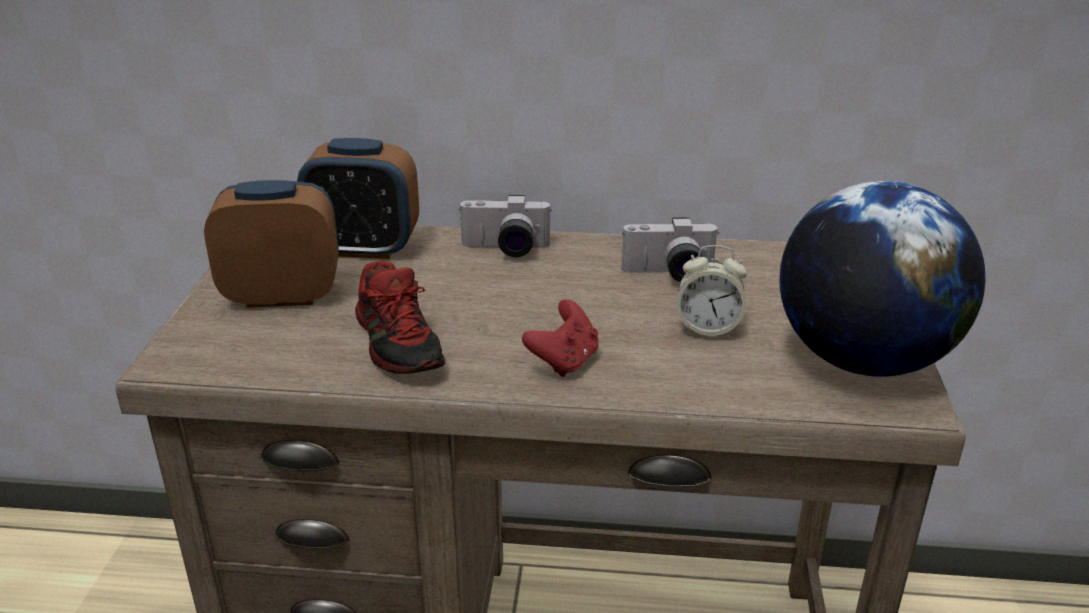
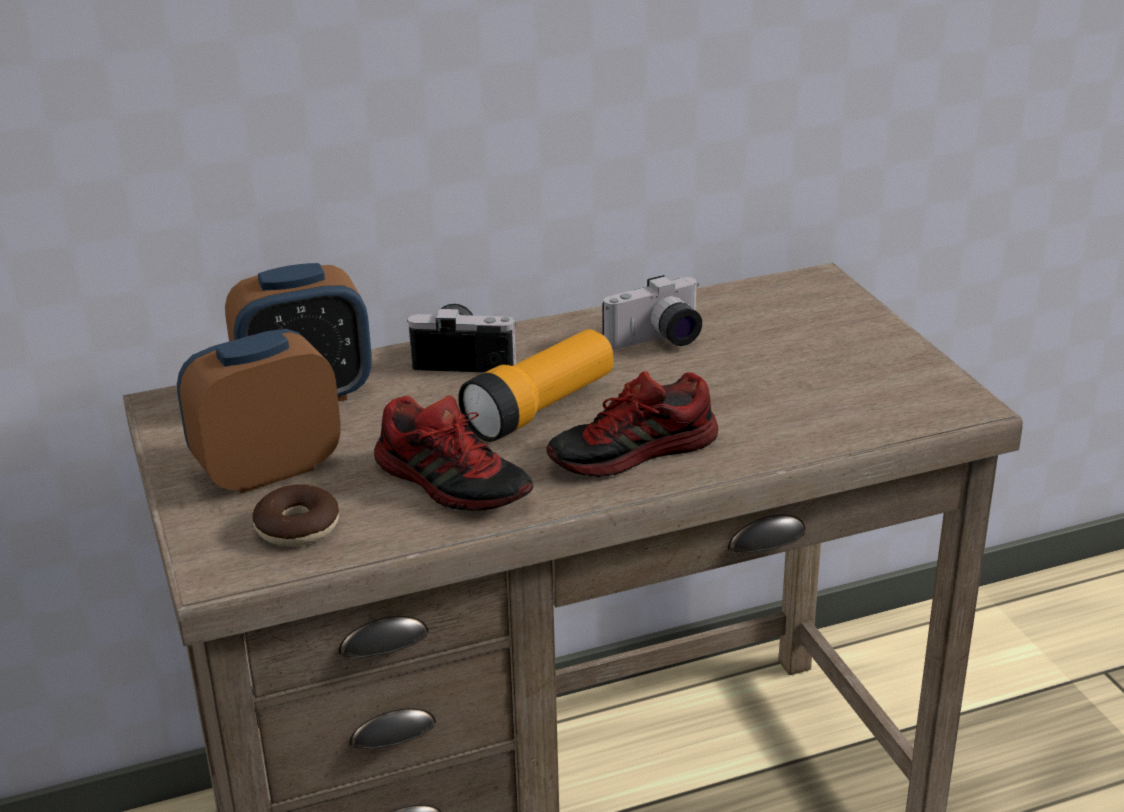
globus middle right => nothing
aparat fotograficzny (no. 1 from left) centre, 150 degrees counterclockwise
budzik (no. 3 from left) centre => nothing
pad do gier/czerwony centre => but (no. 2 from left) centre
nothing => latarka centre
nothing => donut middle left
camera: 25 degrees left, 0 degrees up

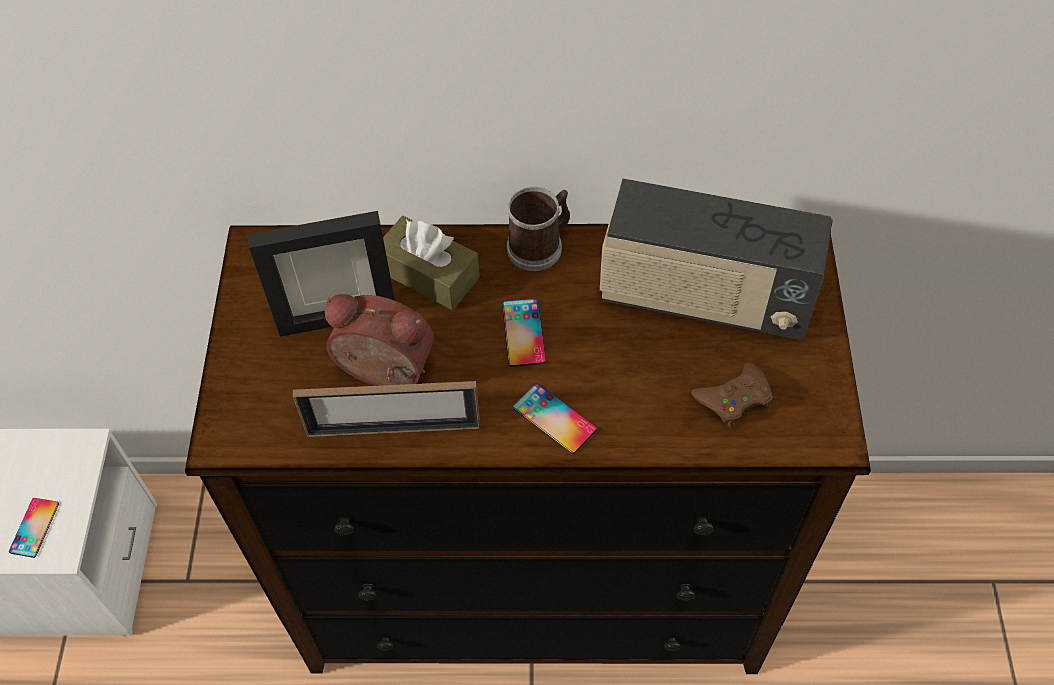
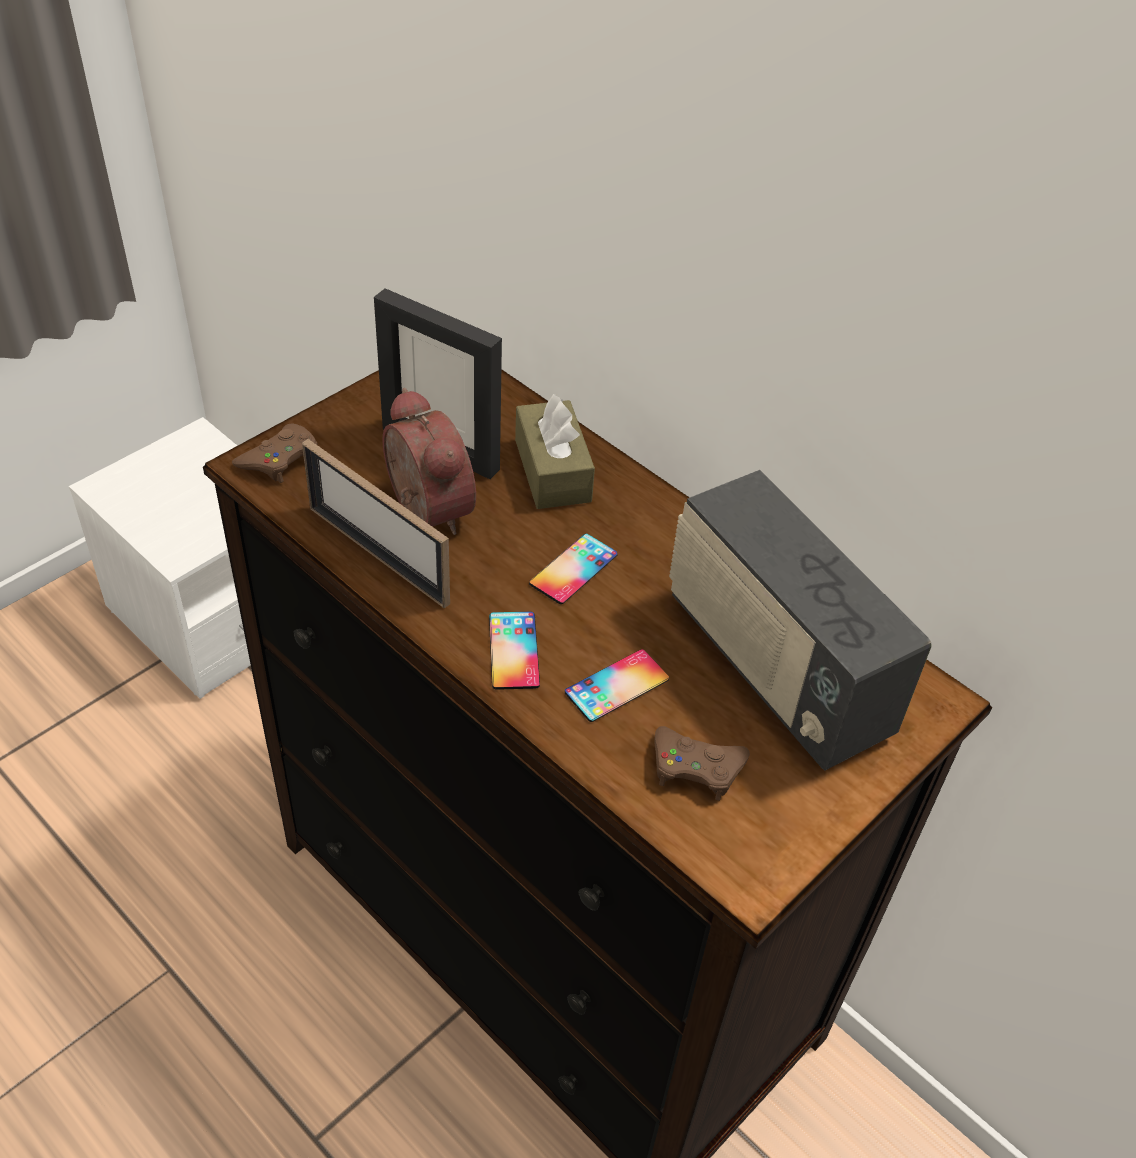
kubek centre => nothing
telefon (no. 1 from left in the first image) bottom left => telefon (no. 3 from left) centre, shifted
nothing => pad do gier/brązowy (no. 1 from left) middle left
camera: 40 degrees right, 10 degrees down

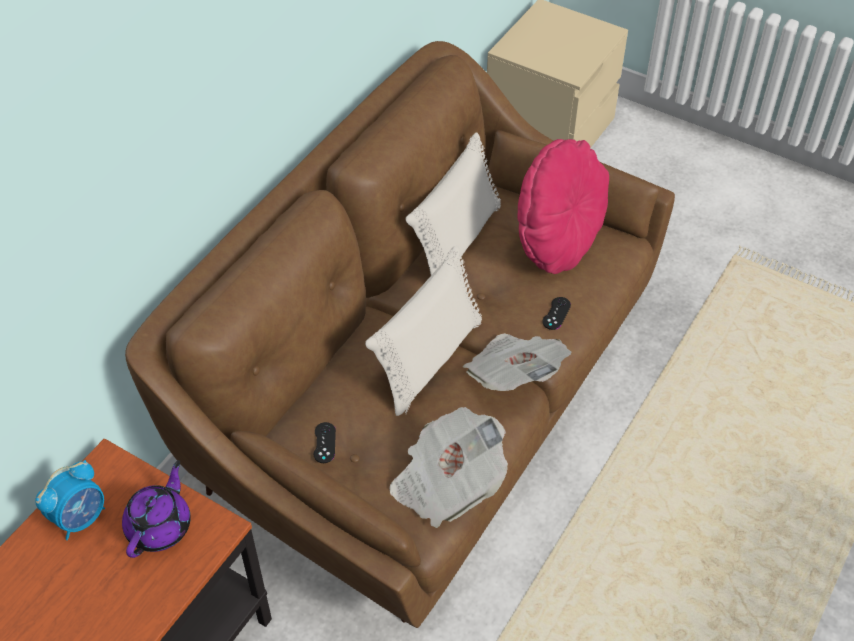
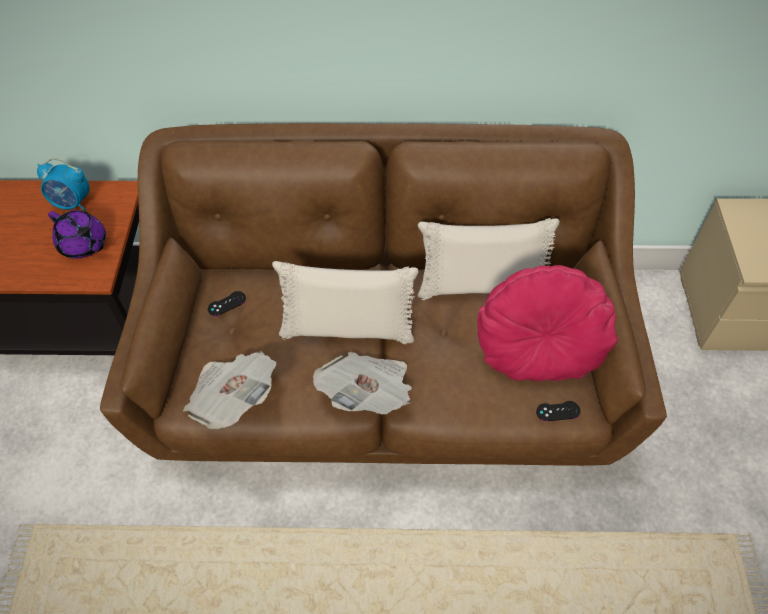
pad do gier/czarny (no. 2 from left) centre => pad do gier/czarny (no. 2 from left) bottom right, shifted
imbryk/fioletowy bottom left => imbryk/fioletowy middle left, 45 degrees clockwise
camera: 60 degrees right, 5 degrees up

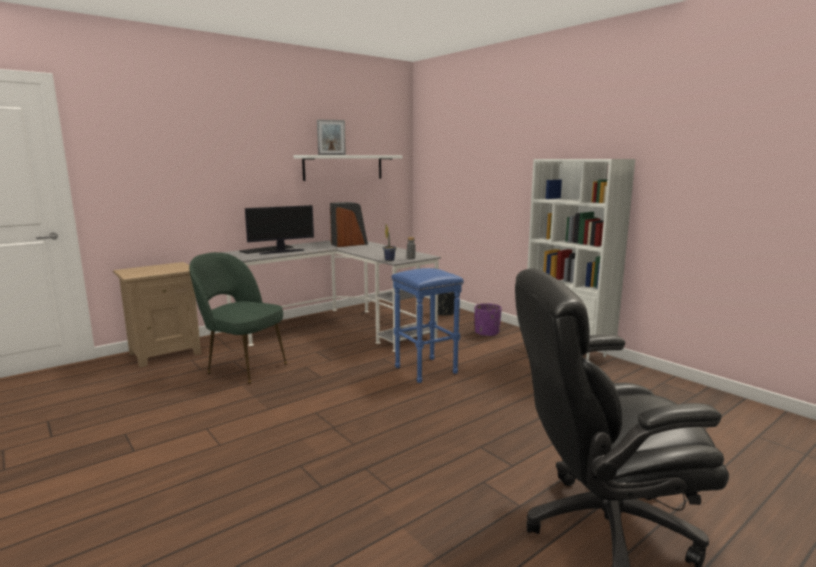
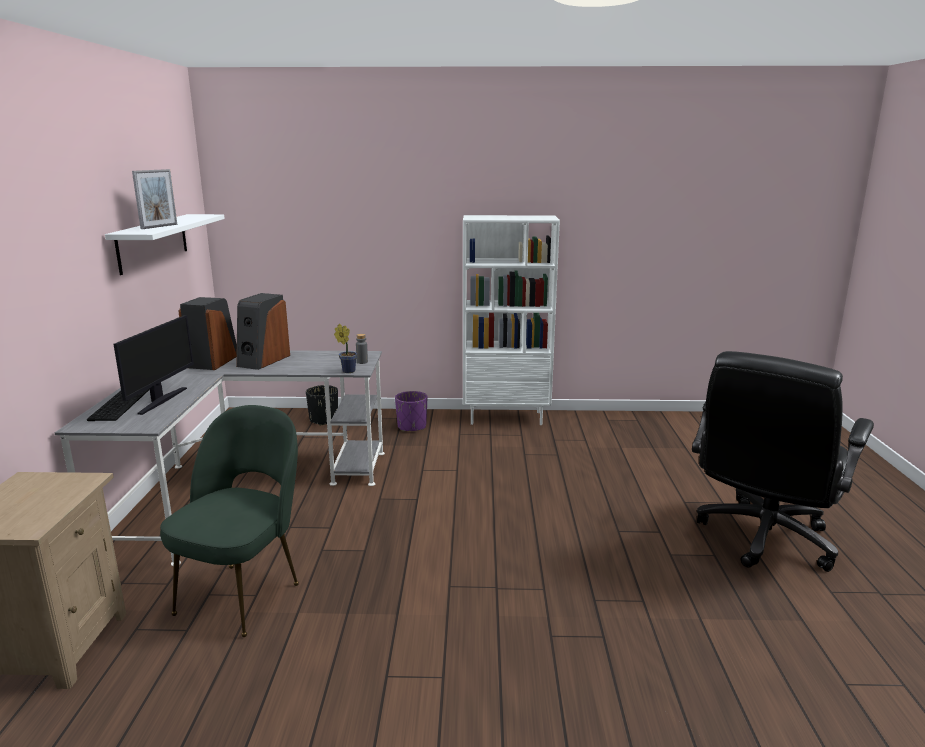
krzesło/zielony middle left => krzesło/zielony bottom left, 135 degrees clockwise
stołek/niebieski centre => nothing
nothing => głośnik (no. 2 from left) middle left
camera: 50 degrees left, 5 degrees up

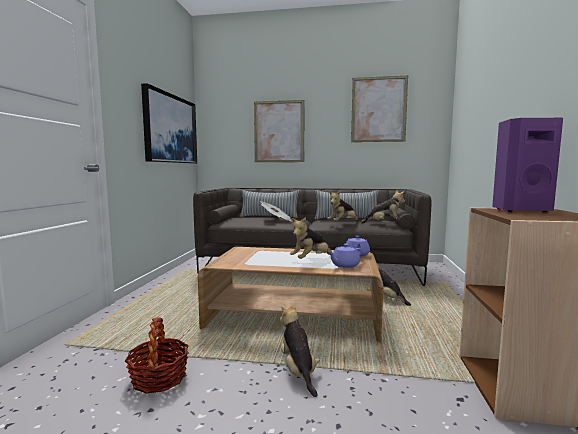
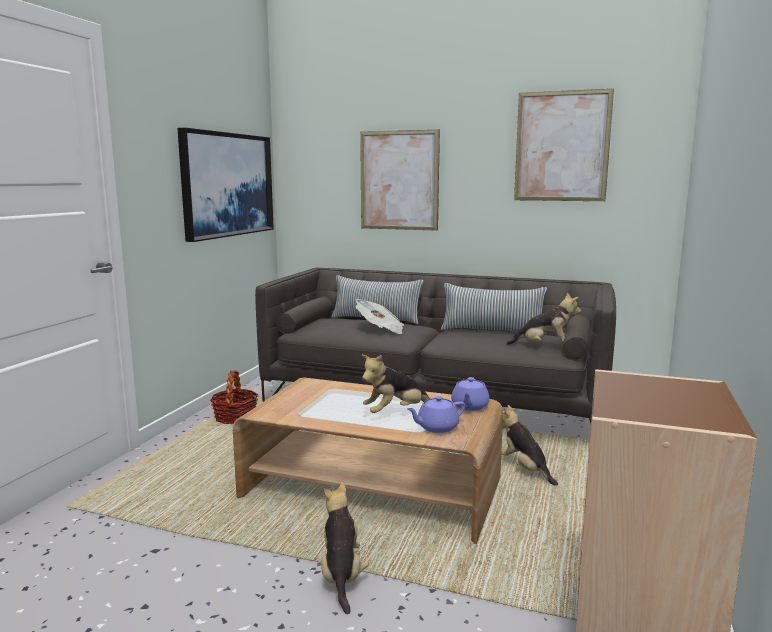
głośnik/fioletowy middle right => nothing
pluszak (no. 3 from left) centre => nothing
koszyk bottom left => koszyk middle left, shifted
camera: 10 degrees right, 5 degrees up

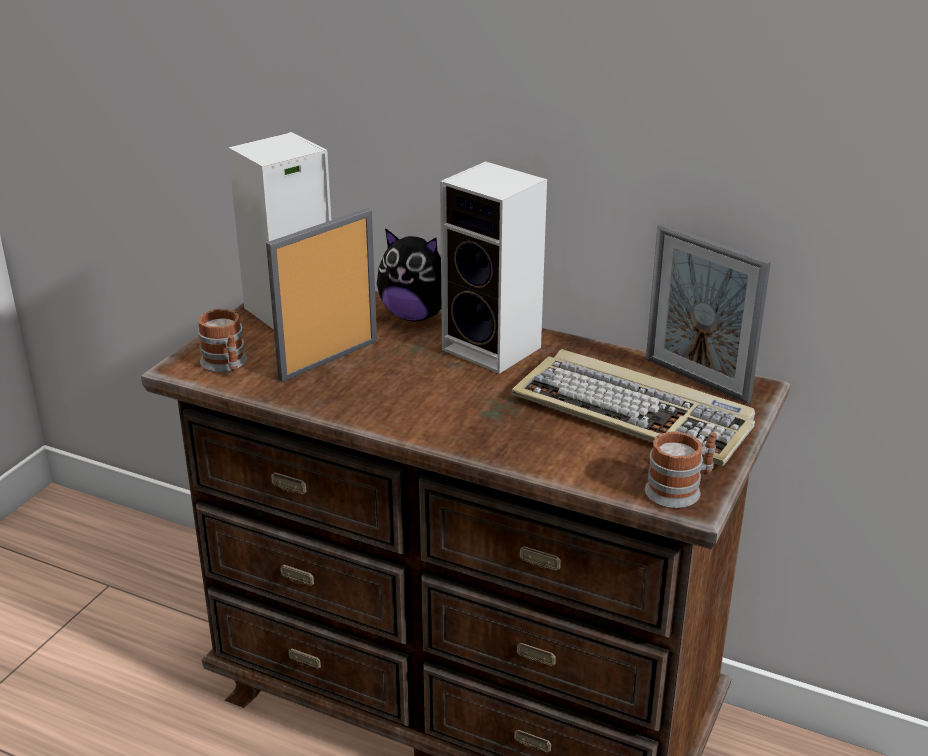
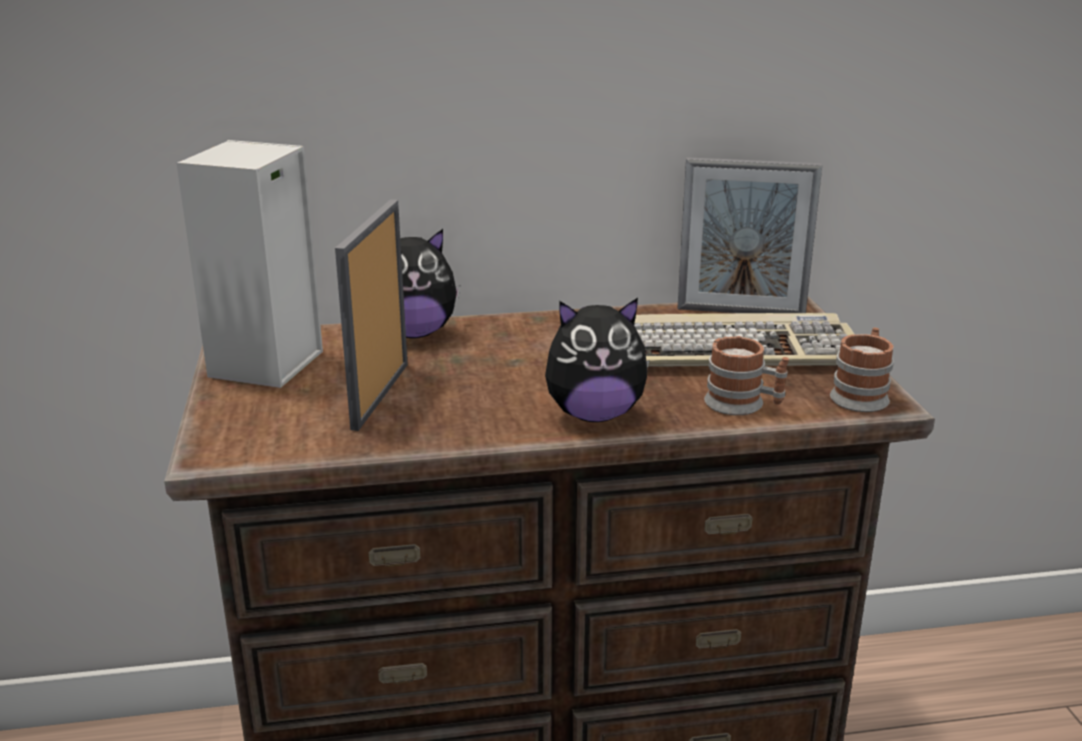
głośnik (no. 2 from left) centre => nothing
kubek (no. 1 from left) middle left => kubek (no. 1 from left) middle right, shifted
nothing => pluszak (no. 2 from left) centre
camera: 35 degrees left, 5 degrees down

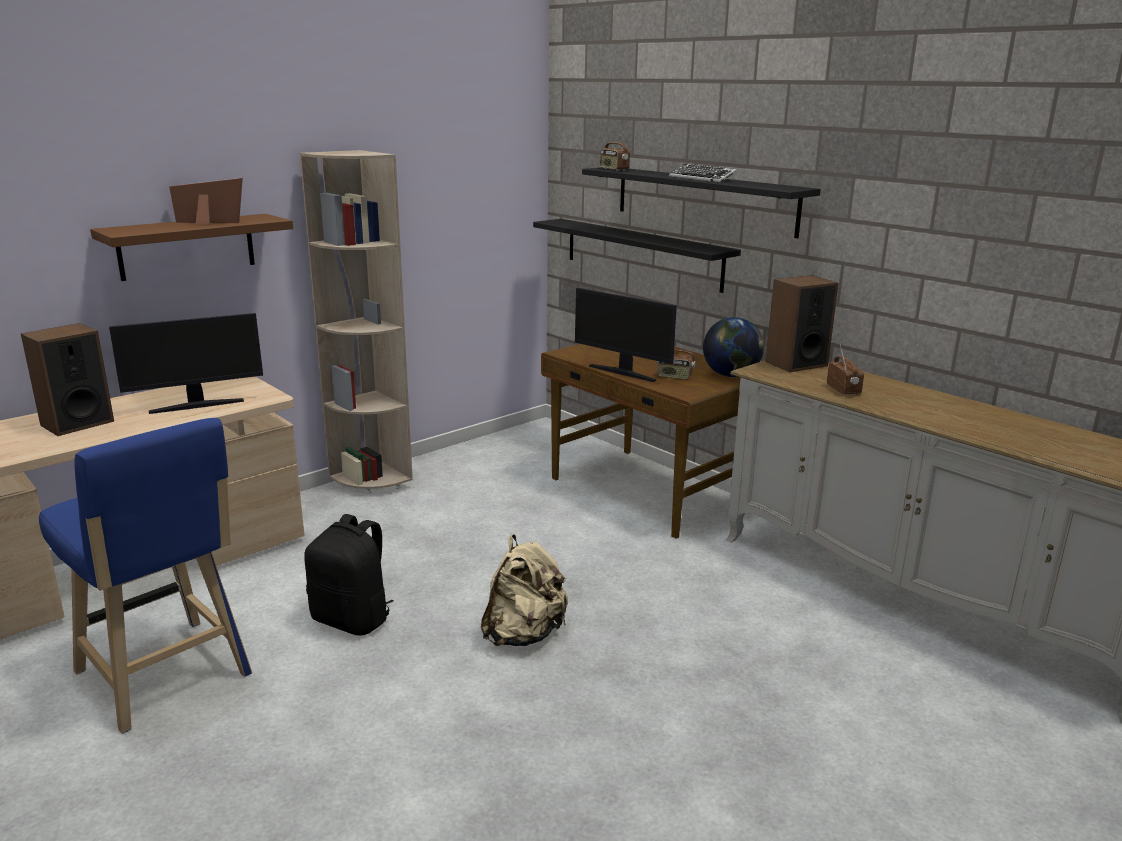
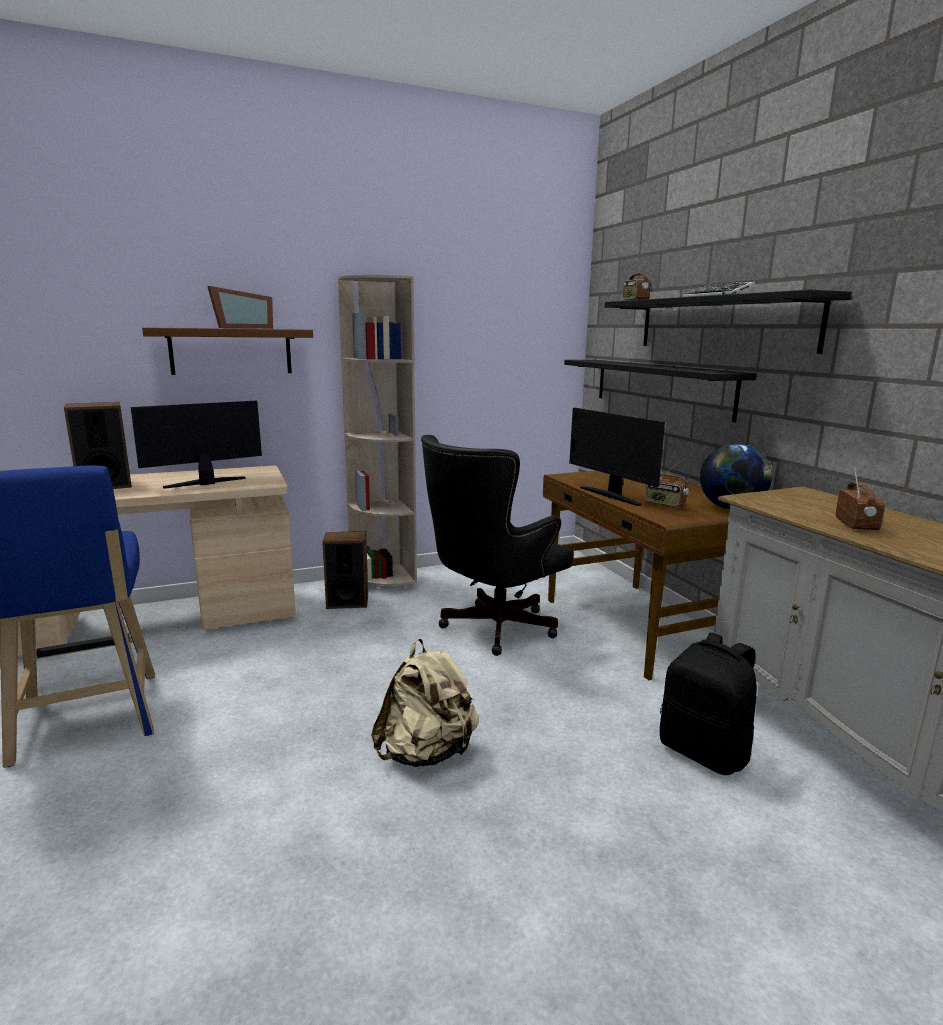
ramka na zdjęcie top left, 120 degrees clockwise
głośnik (no. 2 from left) middle right => głośnik (no. 2 from left) centre, shifted
monitor (no. 1 from left) middle left, 150 degrees clockwise
plecak/czarny bottom left => plecak/czarny bottom right, shifted
nothing => krzesło biurowe/czarny centre
camera: 20 degrees right, 5 degrees down

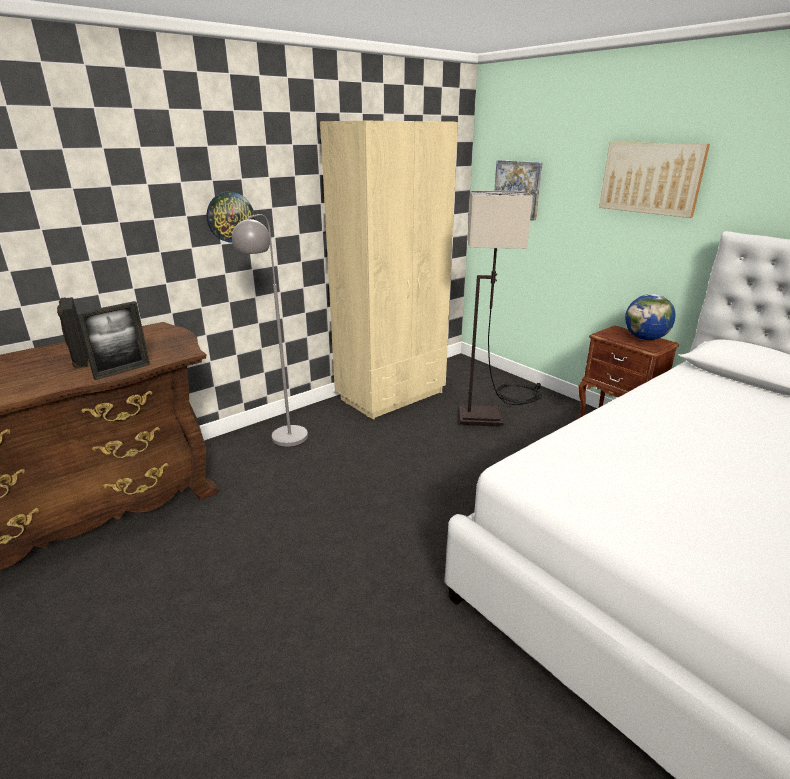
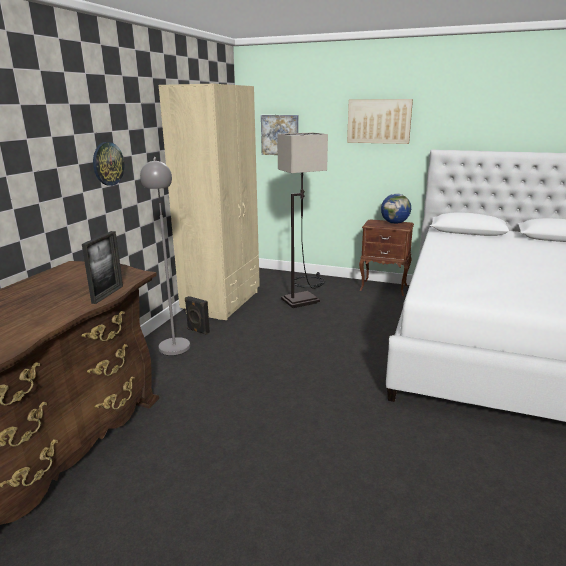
głośnik/czarny middle left => głośnik/czarny centre, shifted
camera: 30 degrees left, 5 degrees down

